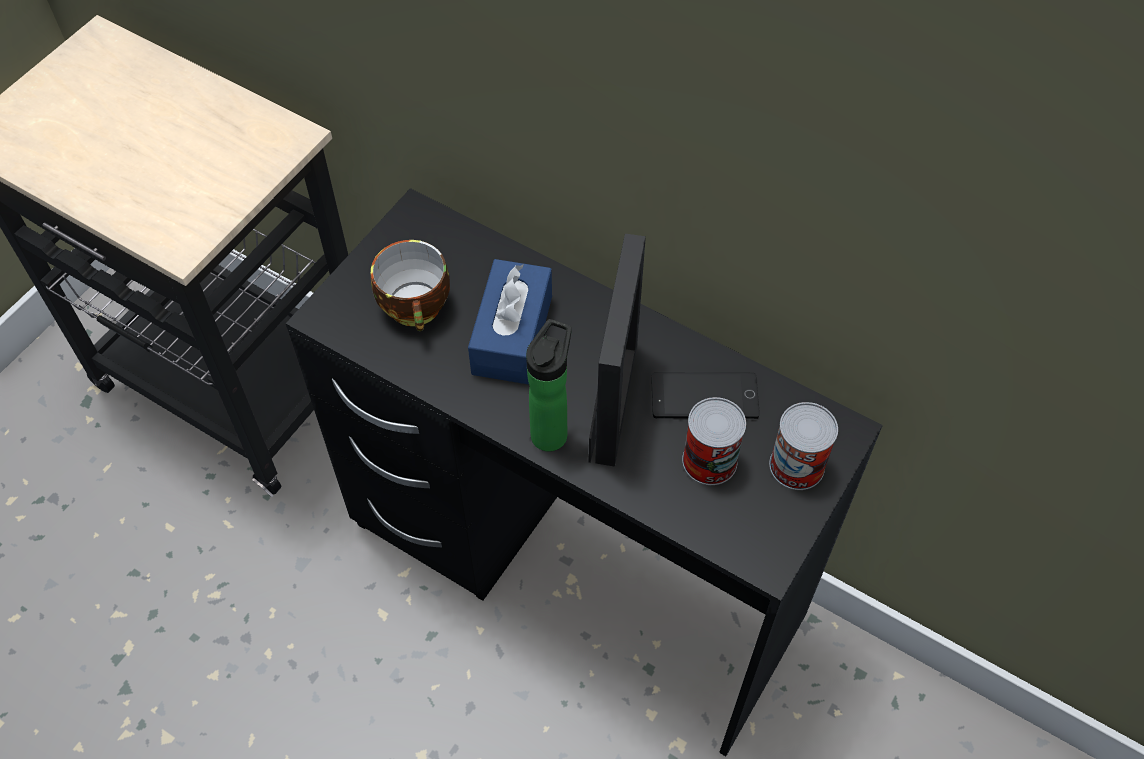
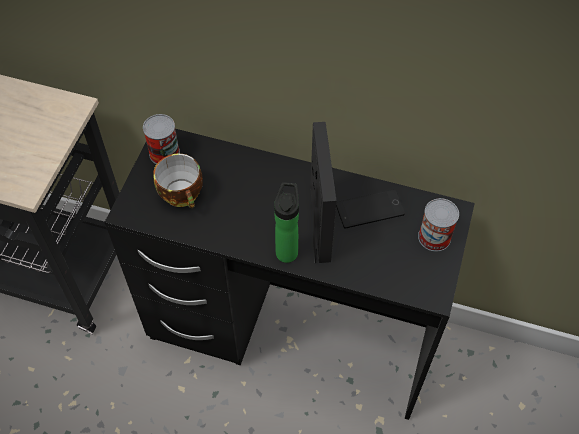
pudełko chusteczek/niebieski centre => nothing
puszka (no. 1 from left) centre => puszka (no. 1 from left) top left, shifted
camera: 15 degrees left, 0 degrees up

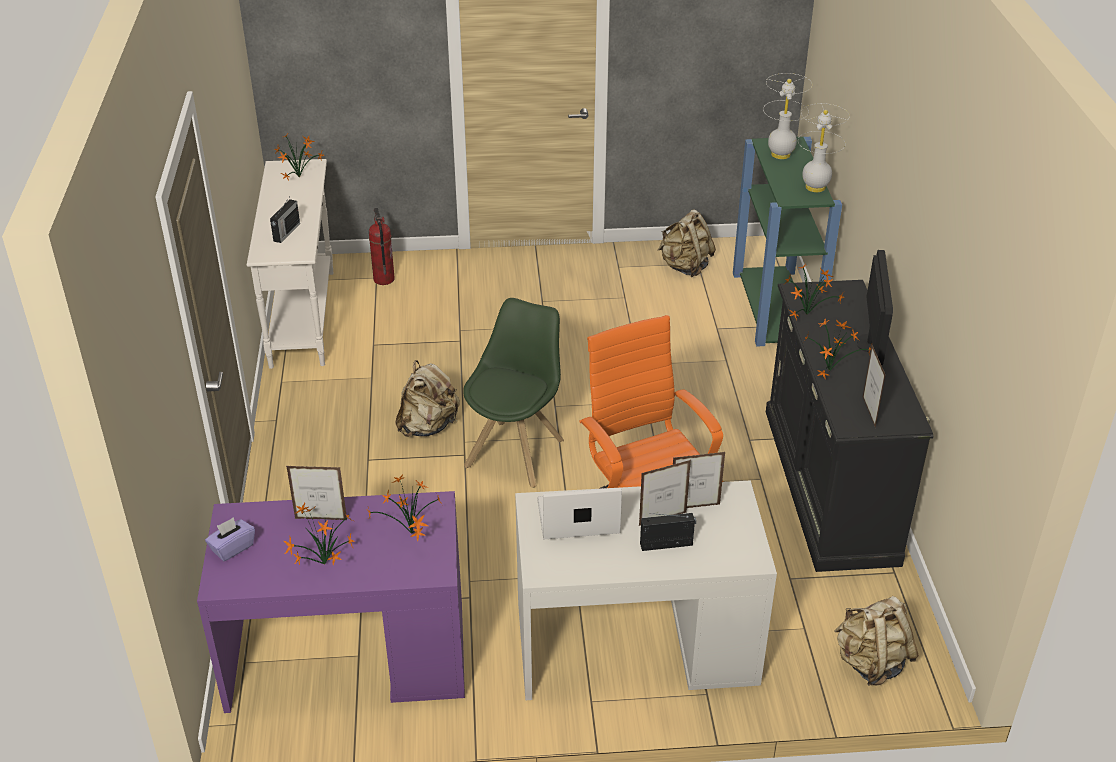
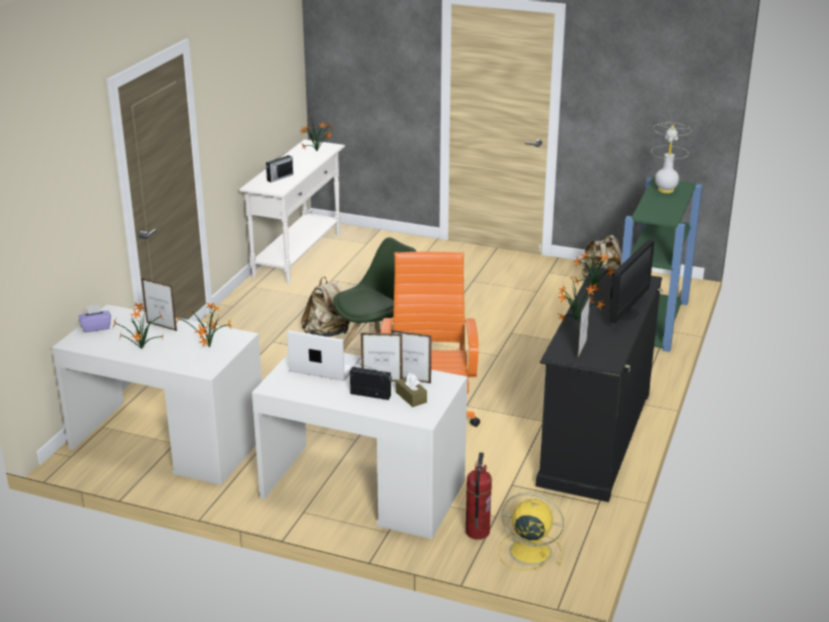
lampa stołowa/biały (no. 2 from left) top right => nothing
gaśnica top centre => gaśnica bottom centre, shifted
biurko/fioletowy bottom left => biurko/biały (no. 1 from left) middle left
plecak/beżowy (no. 3 from left) bottom right => wentylator/żółty bottom centre
nothing => pudełko chusteczek/brązowy centre
camera: 25 degrees right, 10 degrees down

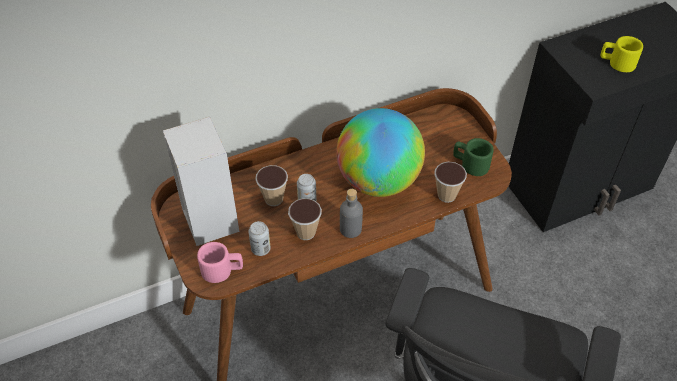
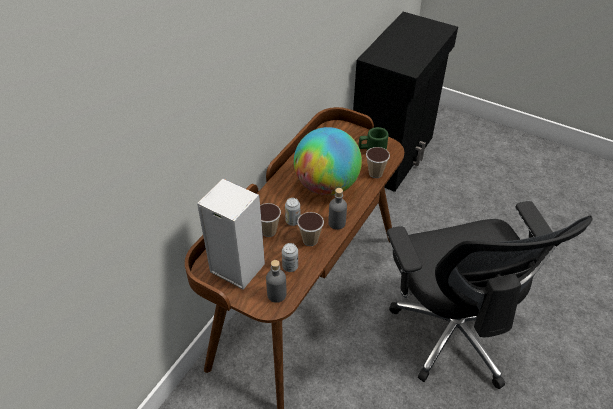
kubek/żółty top right => nothing
kubek/różowy bottom left => butelka/szary (no. 1 from left) bottom centre
camera: 35 degrees left, 5 degrees down

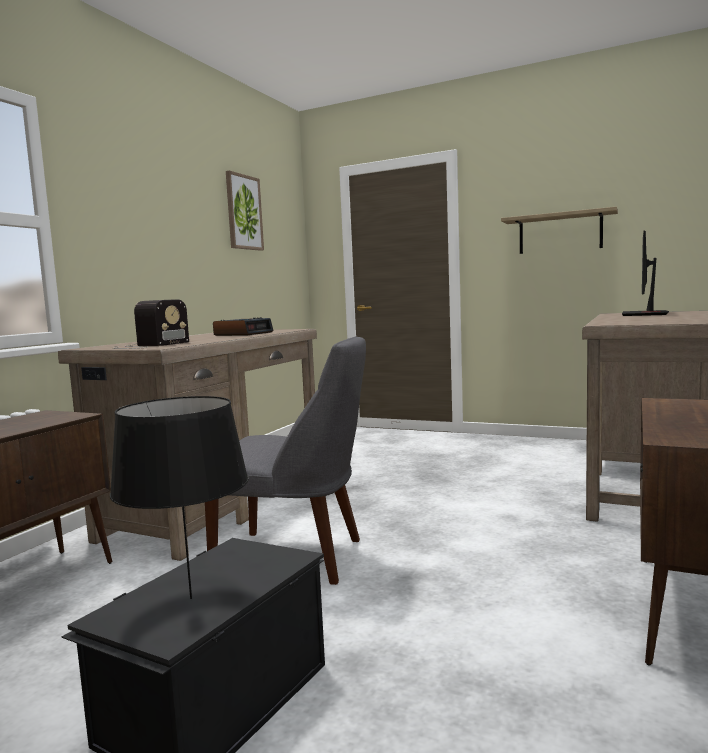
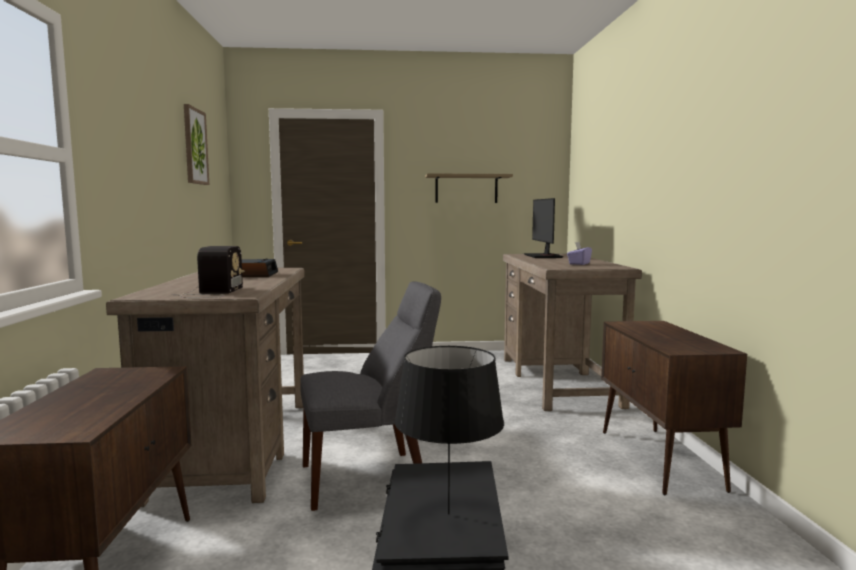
nothing => pudełko chusteczek/fioletowy middle right
camera: 30 degrees left, 0 degrees up

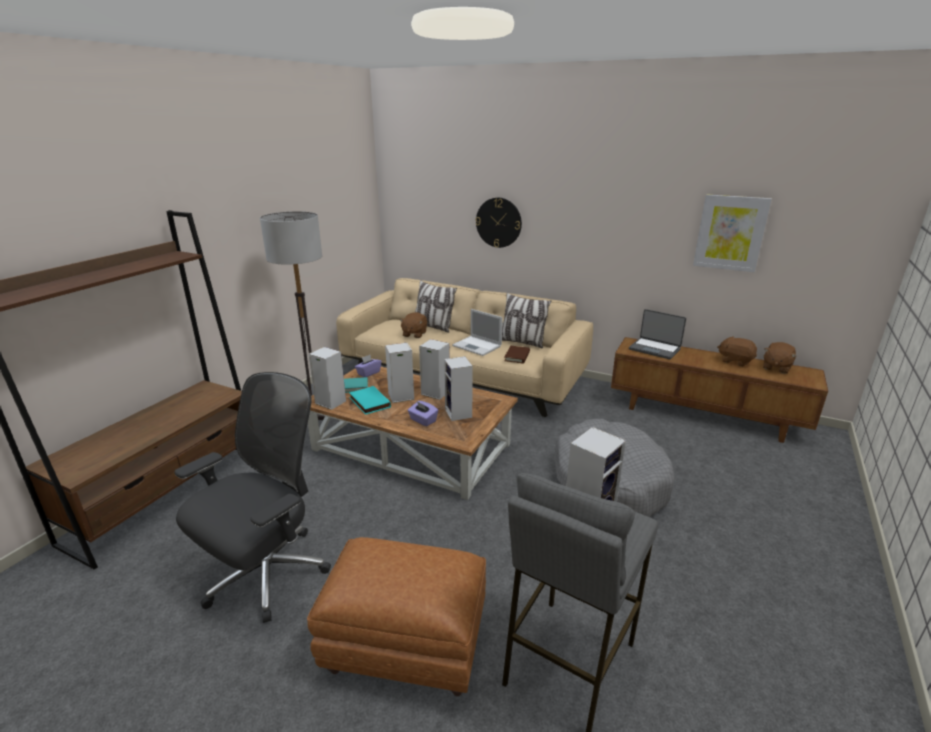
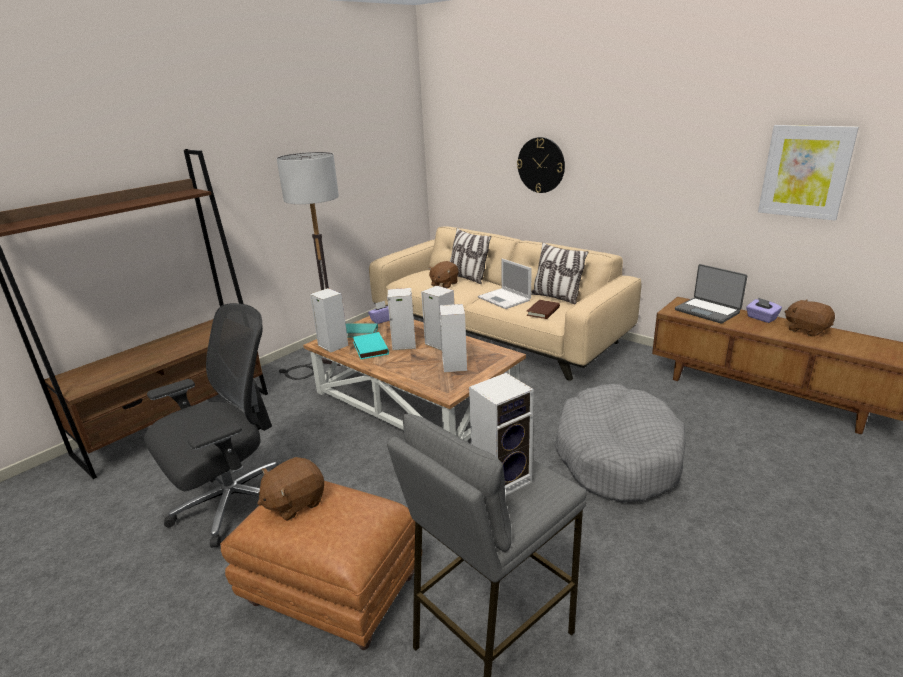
pluszak/brązowy (no. 3 from left in the first image) middle right => pluszak/brązowy (no. 1 from left) bottom left, shifted
pudełko chusteczek/fioletowy (no. 2 from left) centre => pudełko chusteczek/fioletowy (no. 2 from left) middle right, shifted
camera: 15 degrees right, 0 degrees up

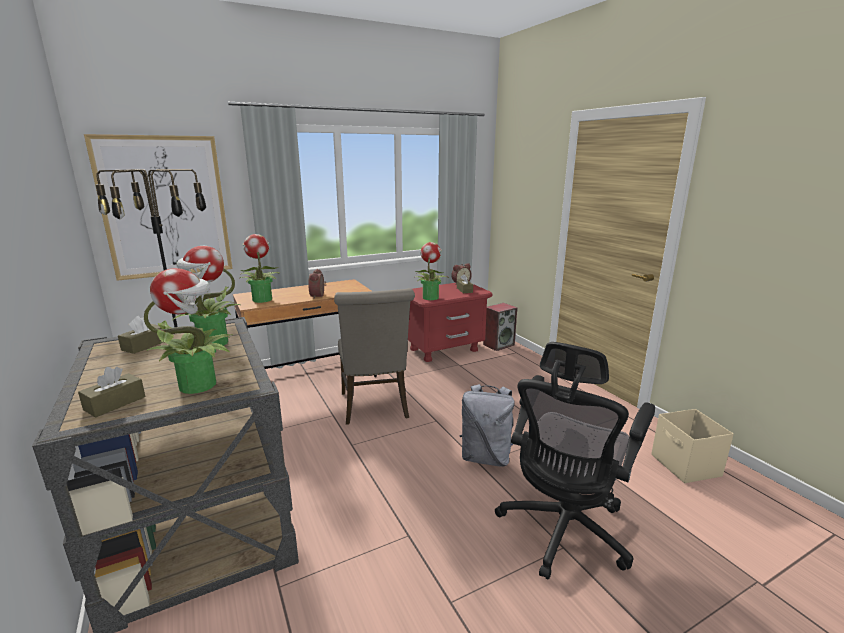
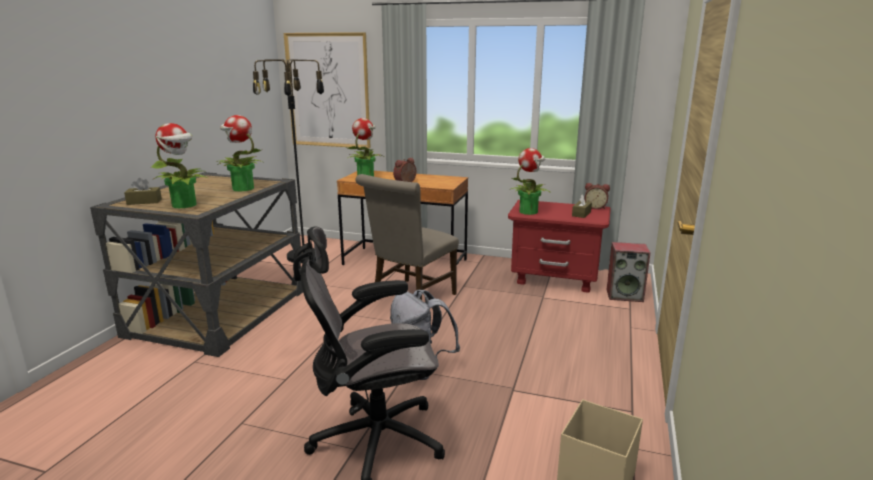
pudełko chusteczek/brązowy (no. 2 from left) middle left => nothing
camera: 45 degrees right, 0 degrees up

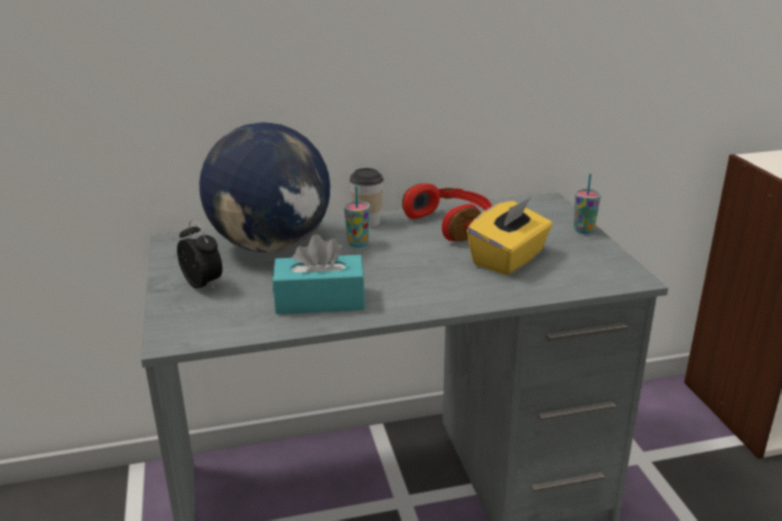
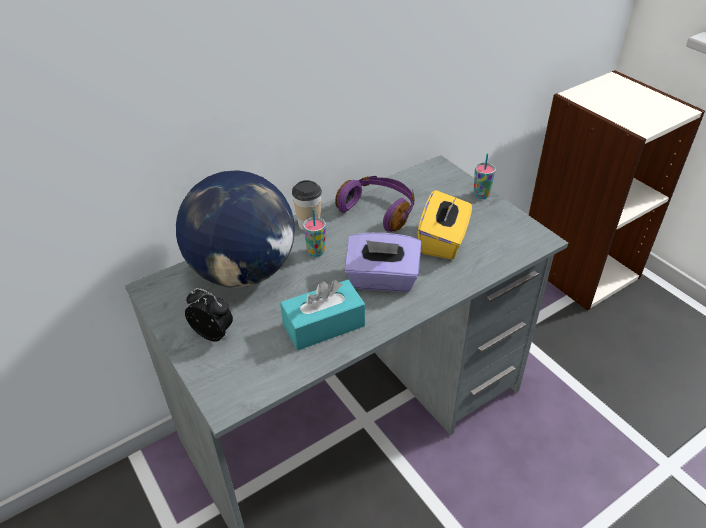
słuchawki/czerwony centre => słuchawki/fioletowy centre
nothing => pudełko chusteczek/fioletowy centre
camera: 20 degrees left, 15 degrees up

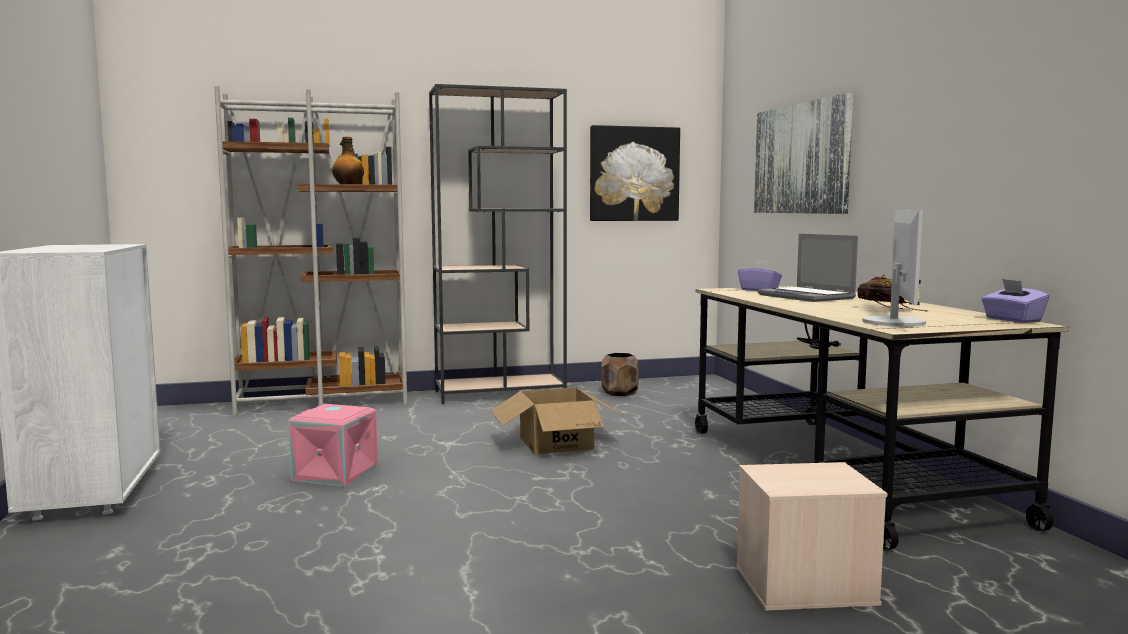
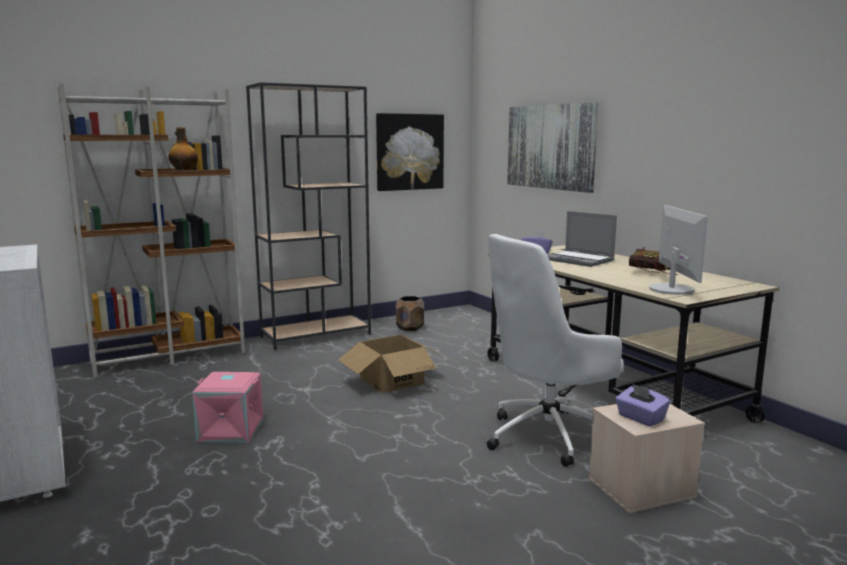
pudełko chusteczek/fioletowy (no. 2 from left) middle right => pudełko chusteczek/fioletowy (no. 2 from left) bottom right, shifted
nothing => krzesło biurowe/biały centre
camera: 15 degrees left, 5 degrees up

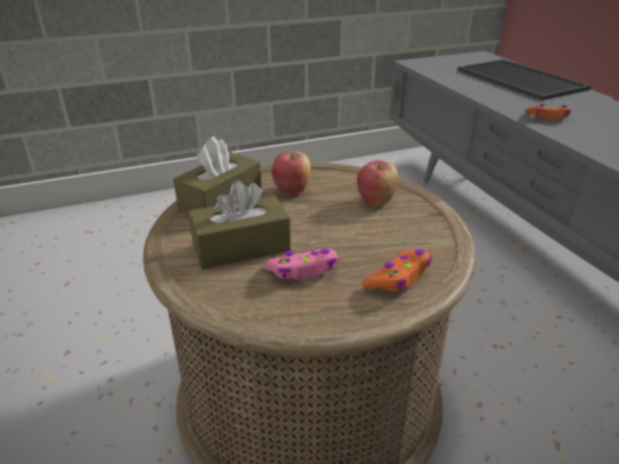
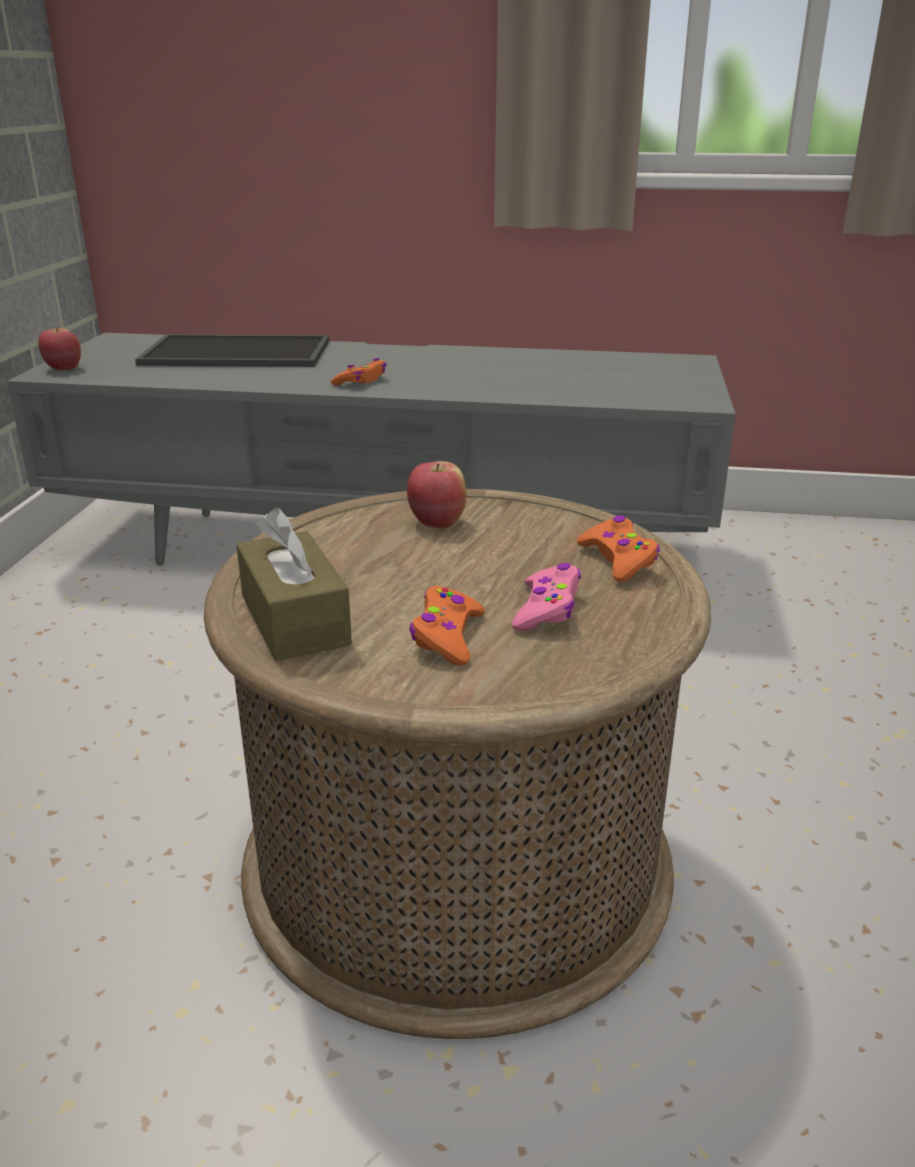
jabłko (no. 1 from left) centre => jabłko (no. 1 from left) top left, shifted
pudełko chusteczek/brązowy (no. 2 from left) centre => pad do gier/pomarańczowy (no. 2 from left) centre
camera: 60 degrees left, 5 degrees down

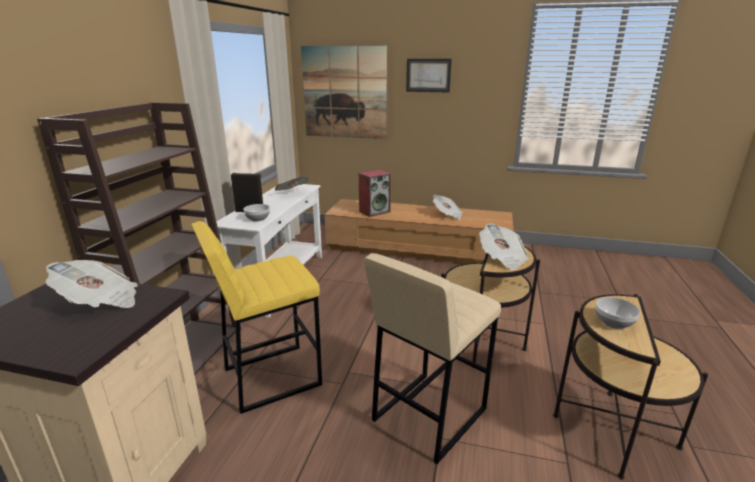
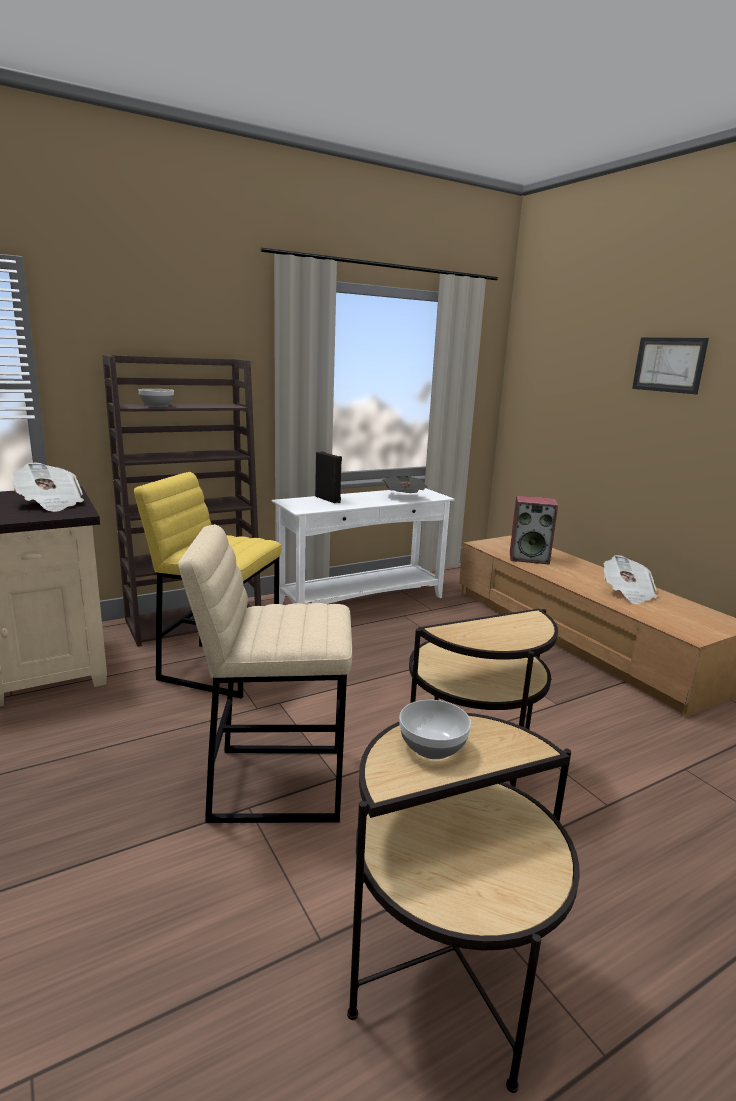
obraz (no. 1 from left) top centre => nothing
miska (no. 1 from left) centre => miska (no. 1 from left) middle left, shifted
gazeta (no. 4 from left) middle right => nothing
camera: 45 degrees right, 5 degrees down

